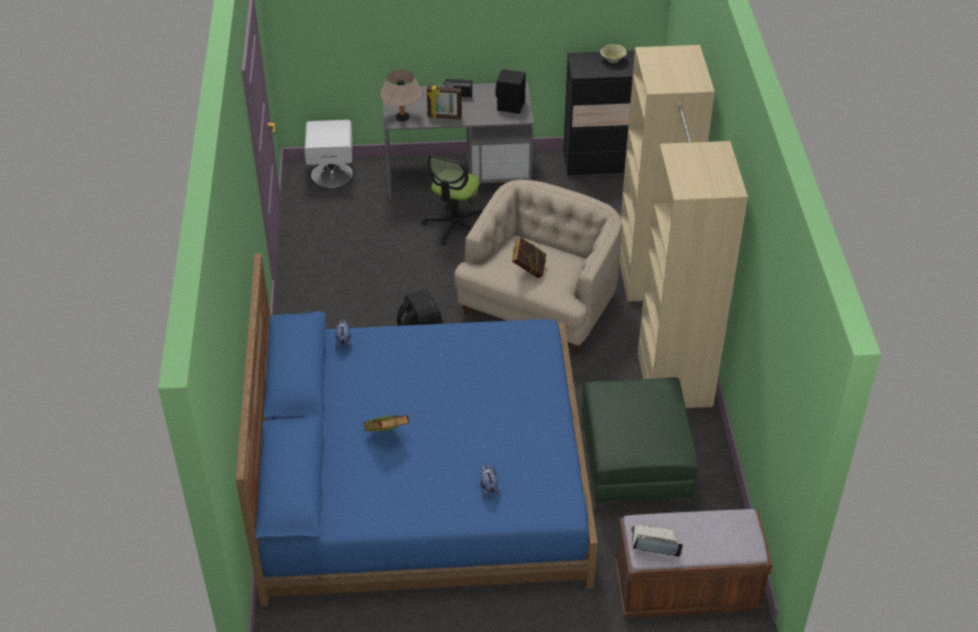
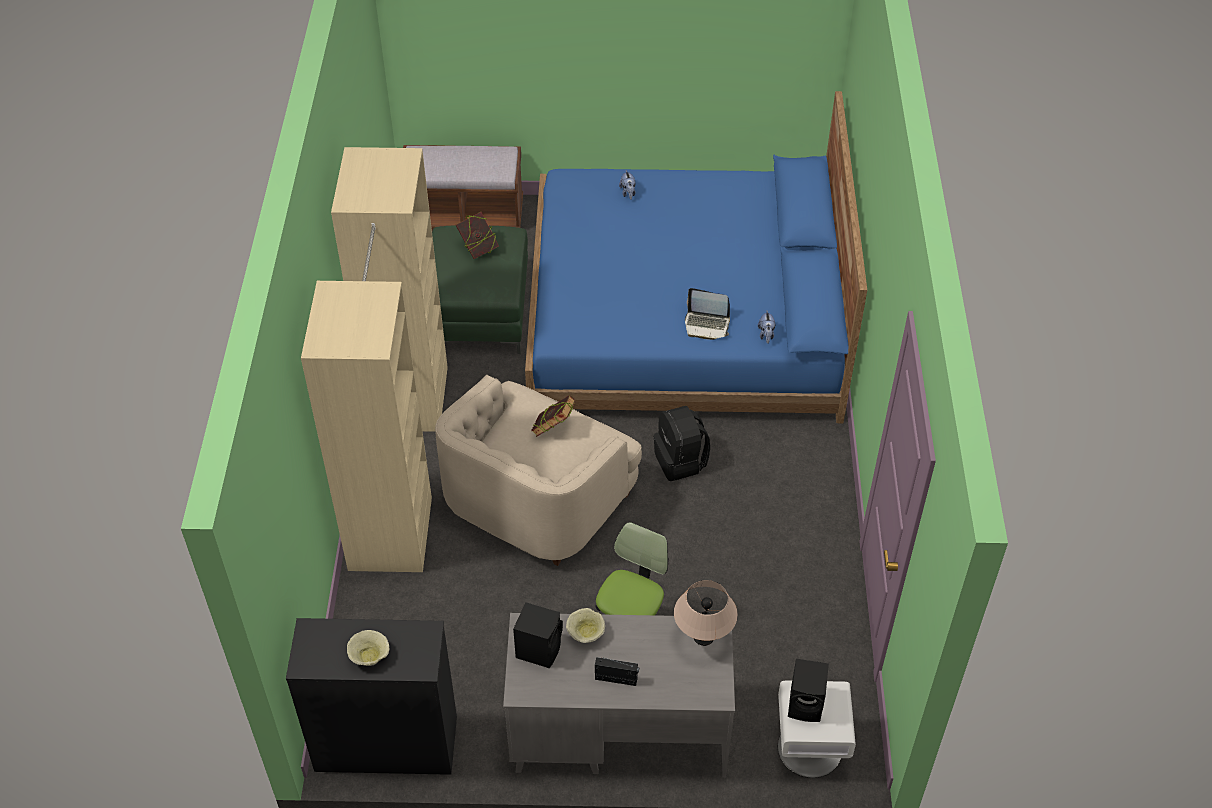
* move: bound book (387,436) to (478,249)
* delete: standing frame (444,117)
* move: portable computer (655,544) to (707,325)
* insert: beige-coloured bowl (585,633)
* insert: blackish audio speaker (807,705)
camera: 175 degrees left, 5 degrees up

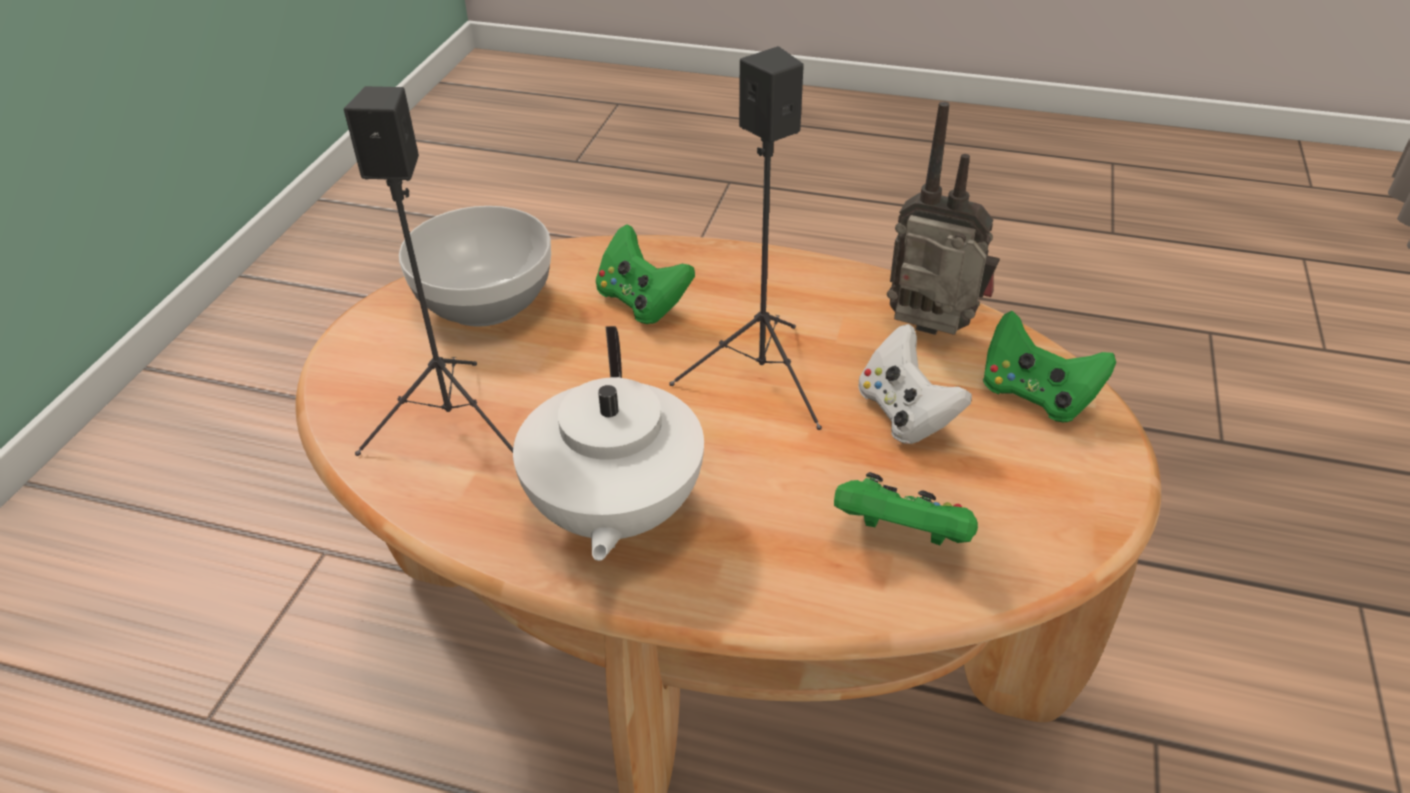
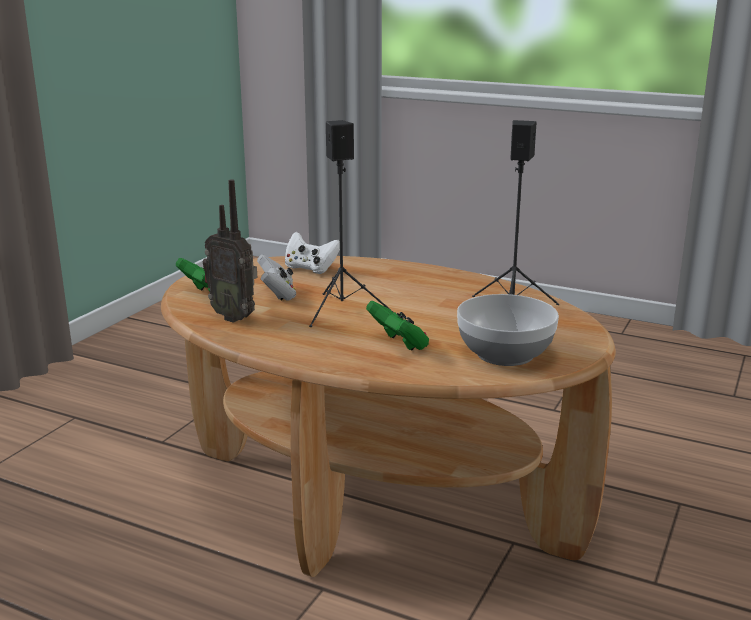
* delete: white teapot (613,513)
* recolor: greenish gamepad (902,537) to white gamepad (310,269)
camera: 170 degrees left, 20 degrees down

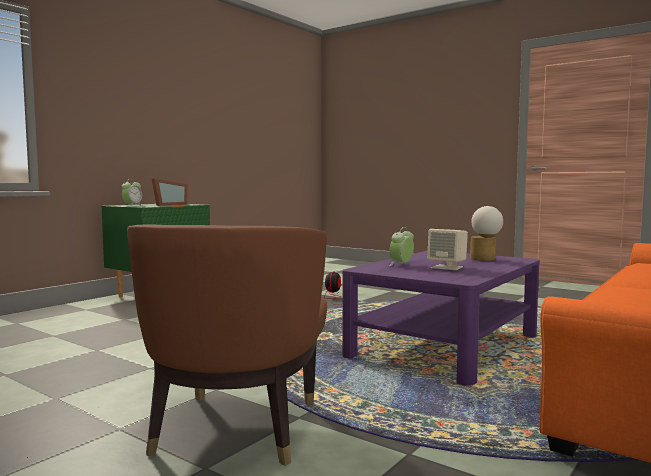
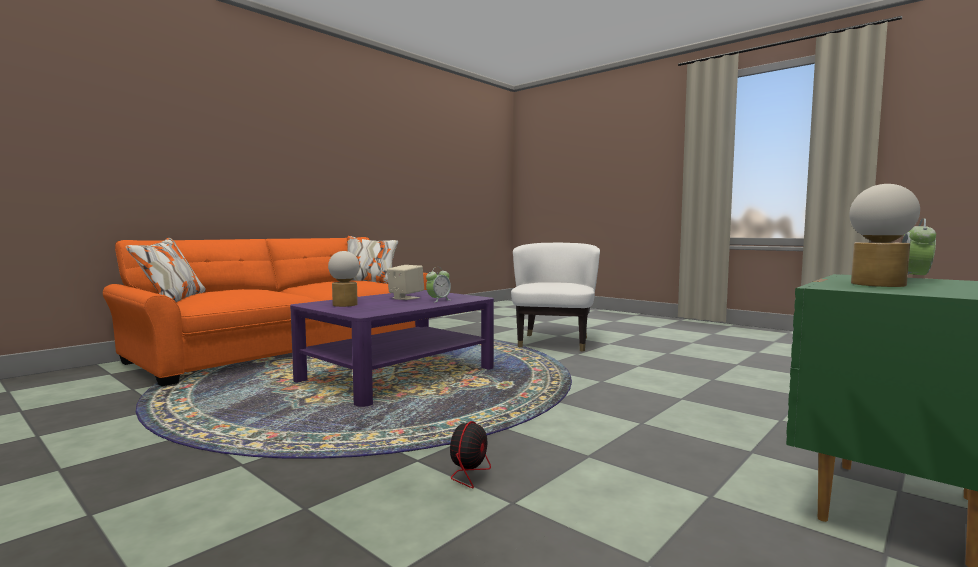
* recolor: brownish easy chair (235,429) to white easy chair (554,342)
* replace: standing frame (168,205) to table lamp (879,284)
camera: 175 degrees left, 0 degrees up

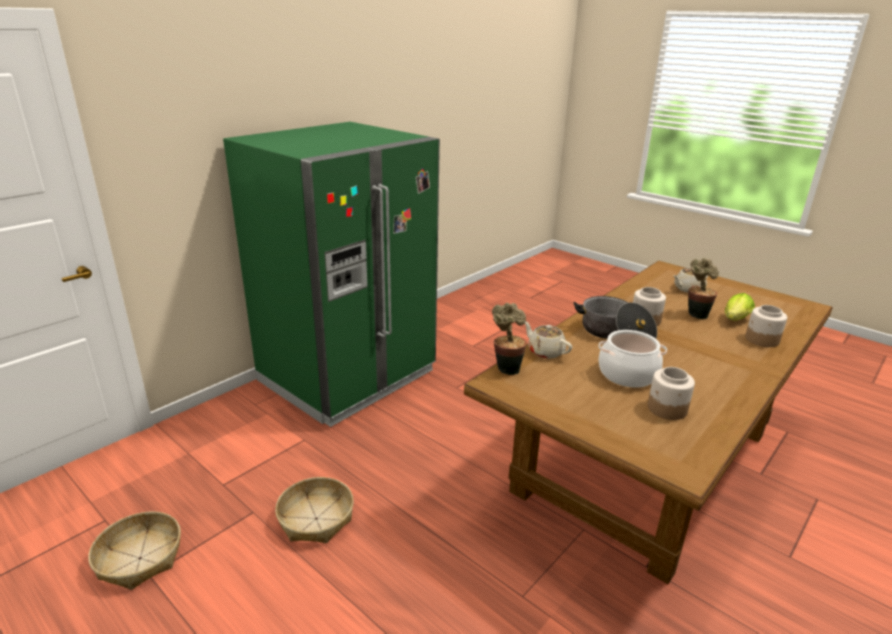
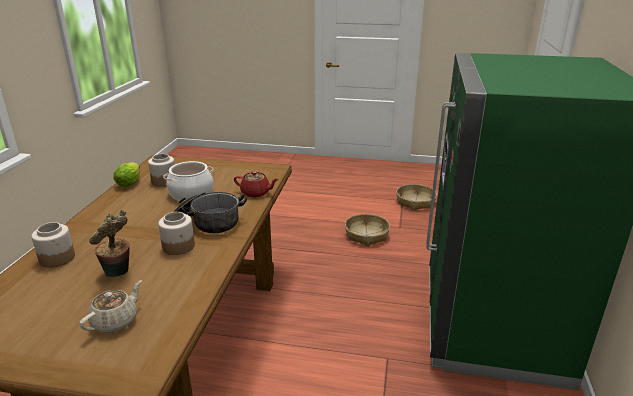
* delete: potted plant (506,368)
* recolor: beige-coloured teapot (545,351) to reddish teapot (256,193)
* move: lettuce (734,320) to (130,183)
camera: 150 degrees right, 0 degrees up

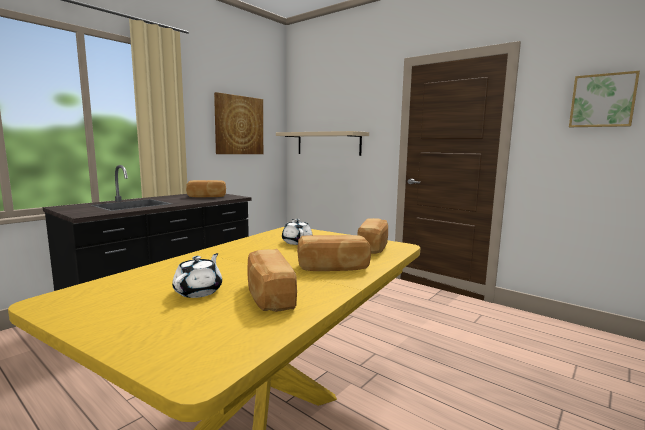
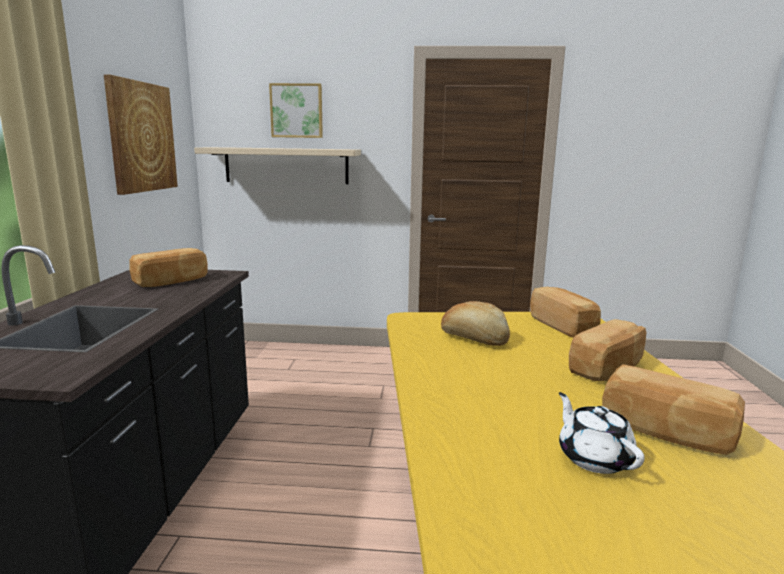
* replace: white teapot (297,242) to baked bread (474,339)
* move: picture (602,101) to (297,111)
camera: 35 degrees left, 5 degrees up

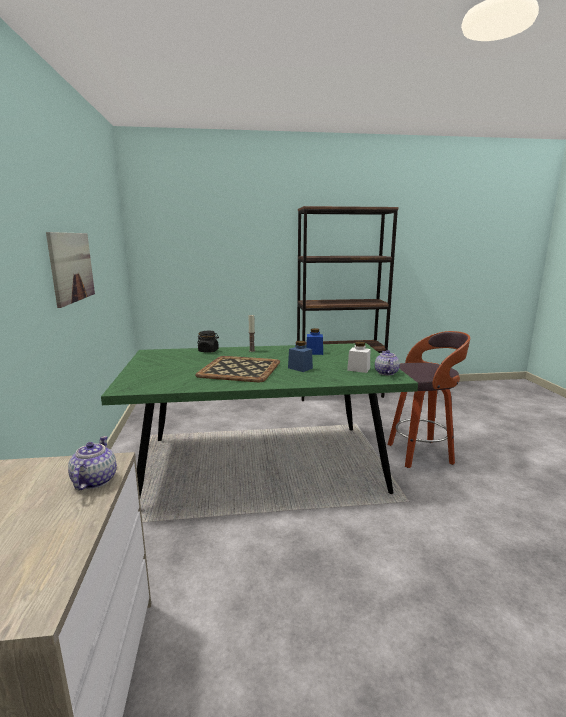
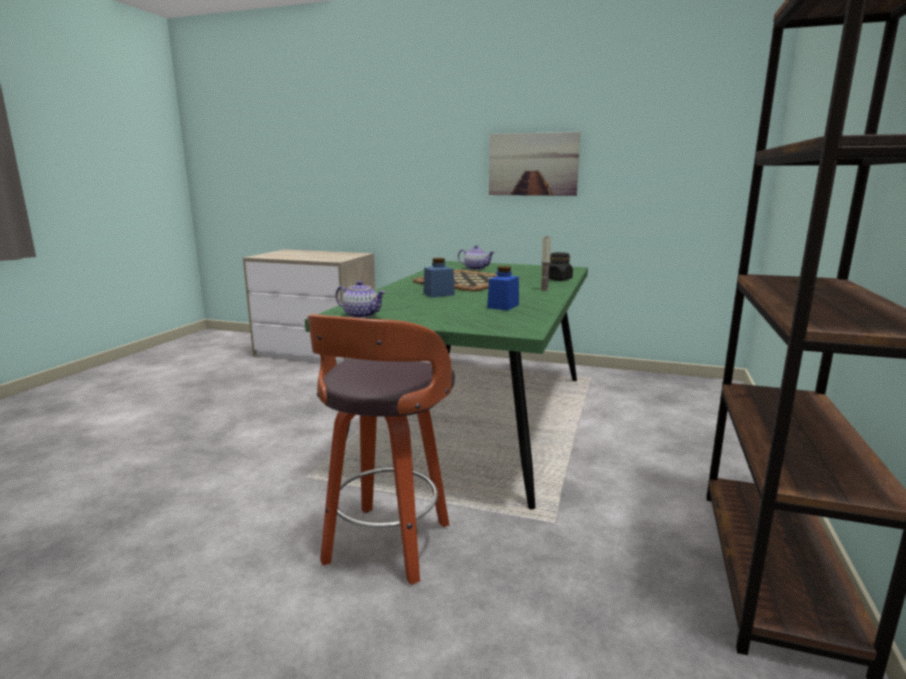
* move: teapot (94,481) to (475,268)
* delete: white preserve jar (358,369)
camera: 115 degrees right, 0 degrees up

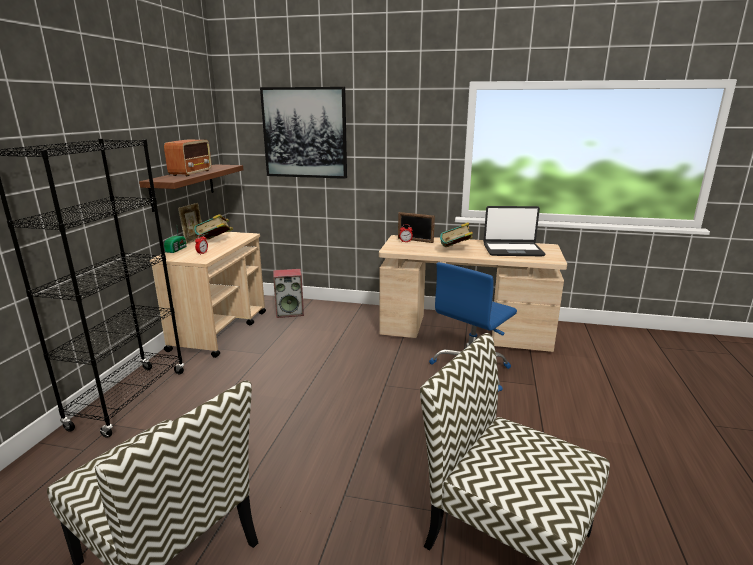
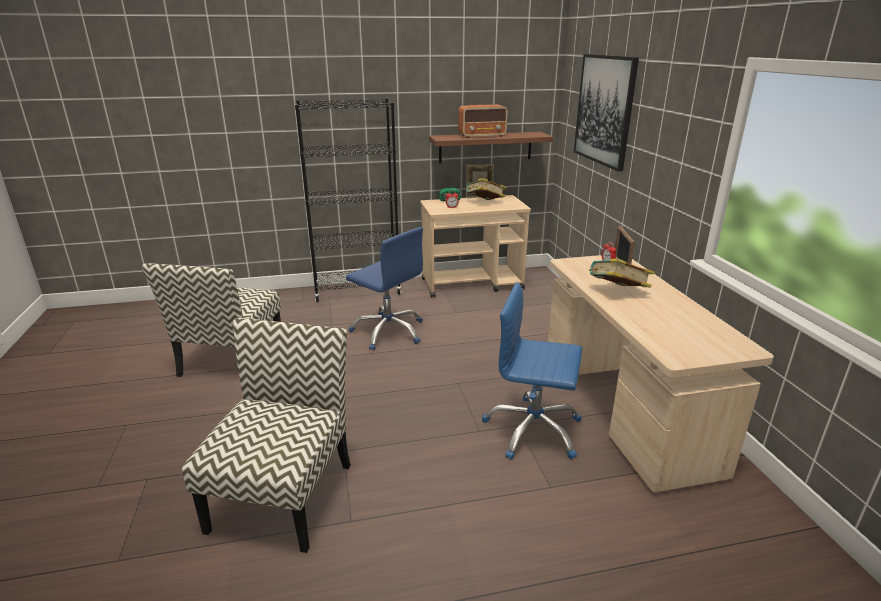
* delete: audio speaker (290,312)
* delete: portable computer (512,250)
* insert: blue office chair (388,331)
camera: 65 degrees right, 5 degrees up

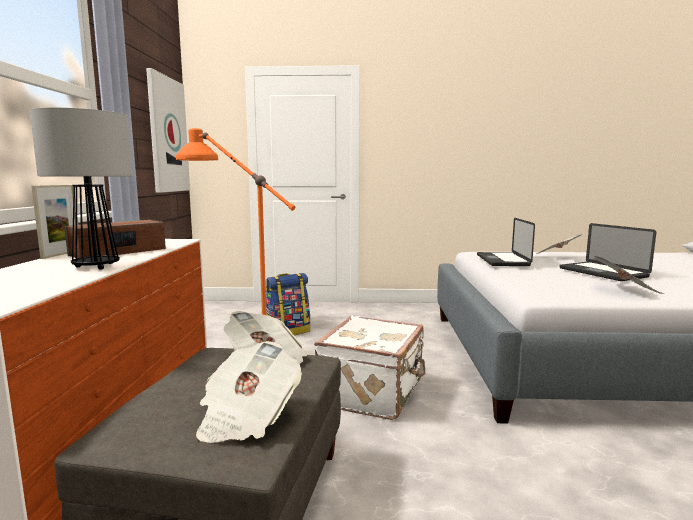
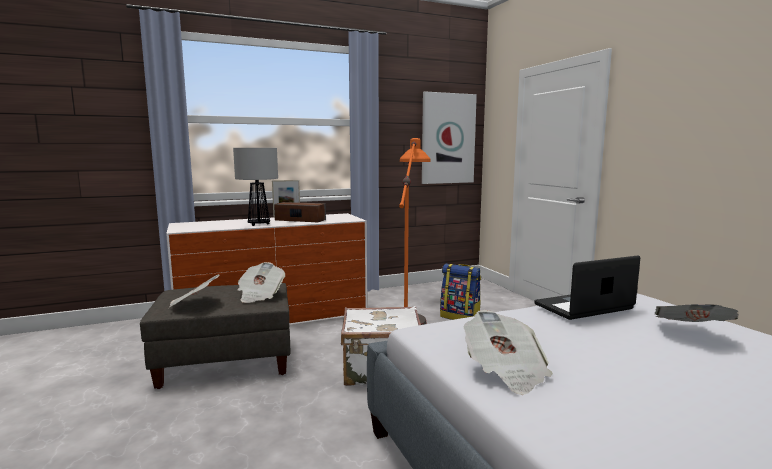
* delete: portable computer (602,272)
camera: 65 degrees right, 0 degrees up

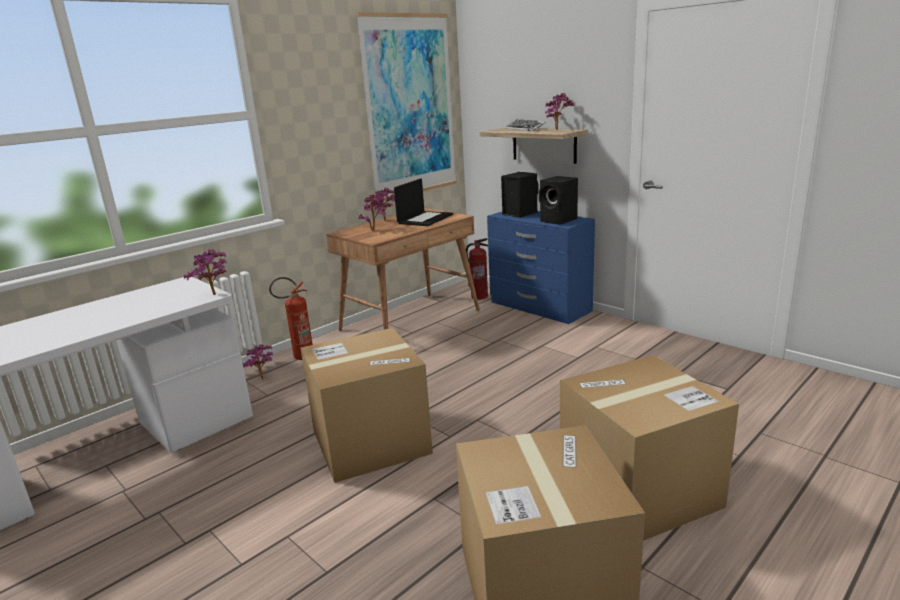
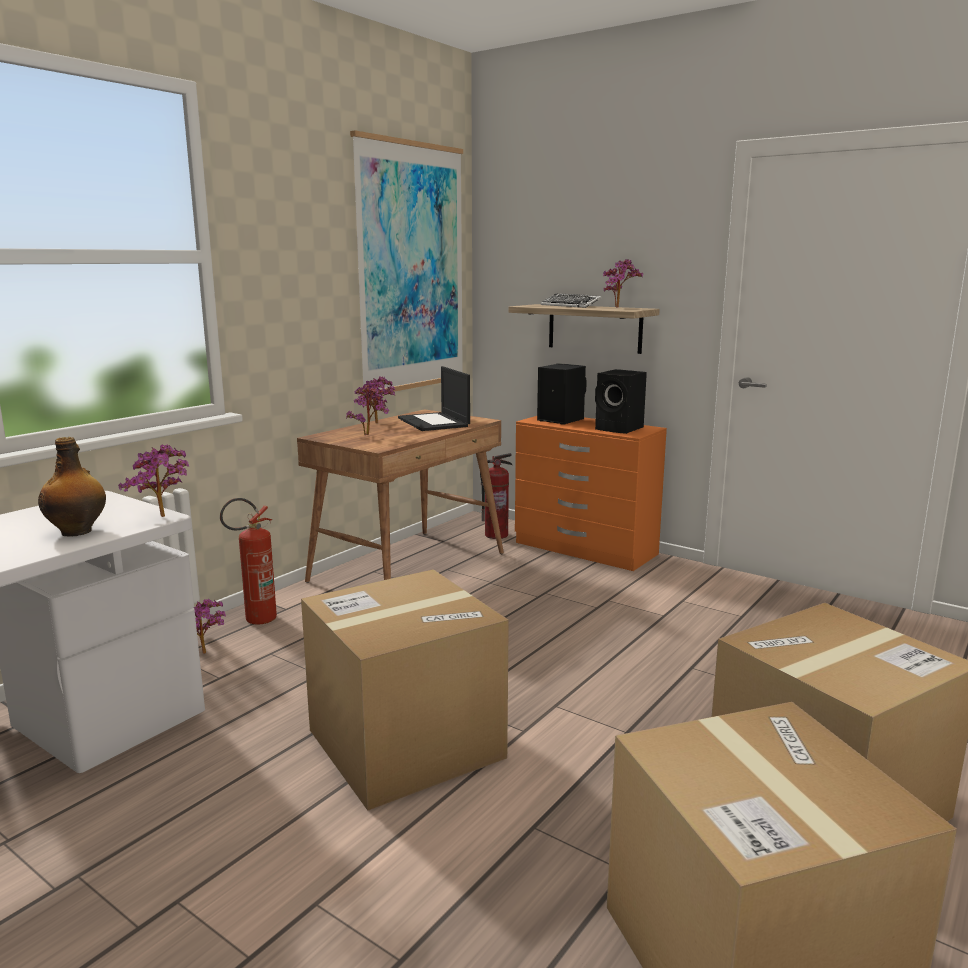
* rotate: portable computer (425,219) = (434,422) 135 degrees clockwise
* recolor: blue dresser (540,307) to orange dresser (585,549)
* insert: bottle (78,531)
camera: 10 degrees left, 5 degrees down

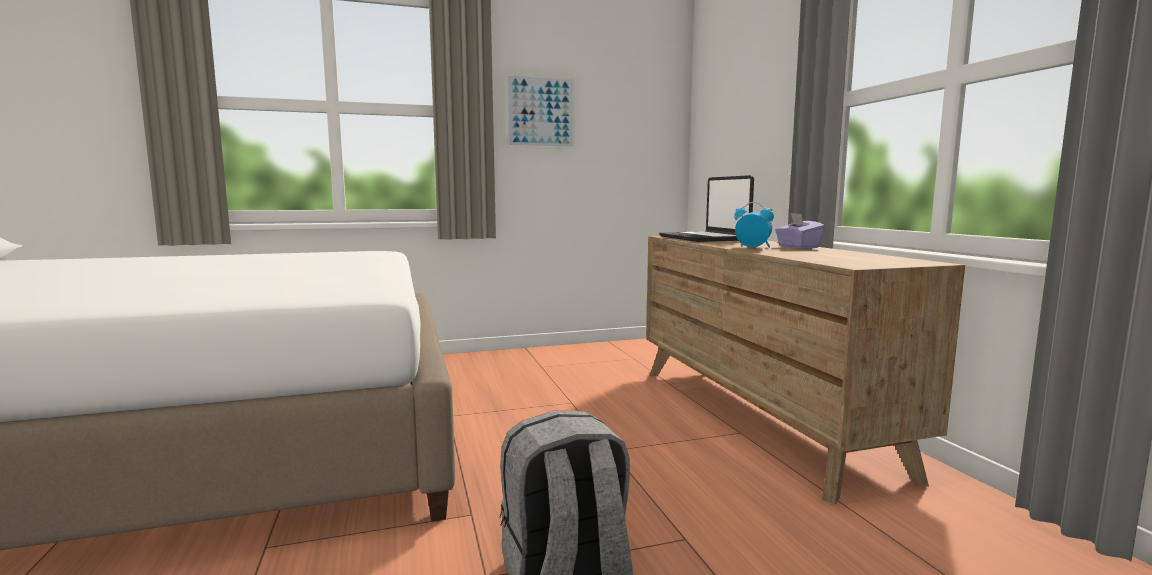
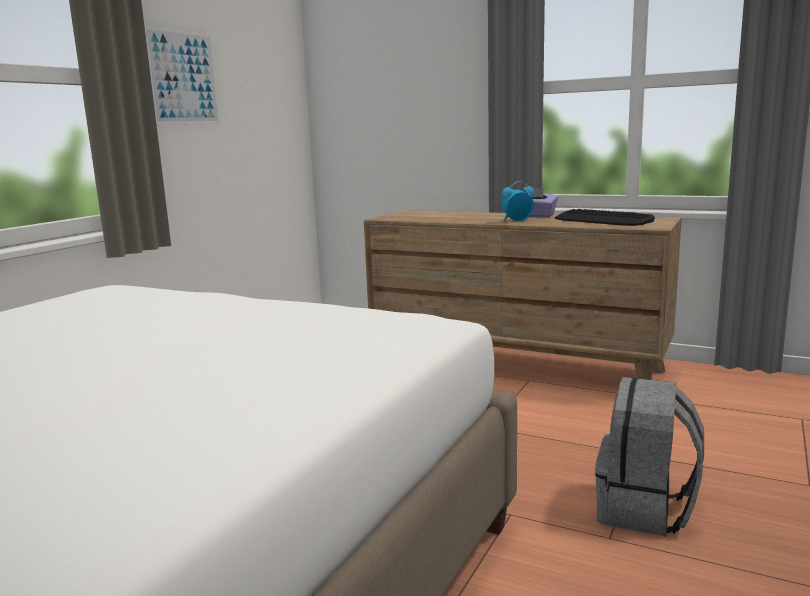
* delete: portable computer (704,238)
* insert: computer keyboard (603,220)
camera: 45 degrees left, 5 degrees up

